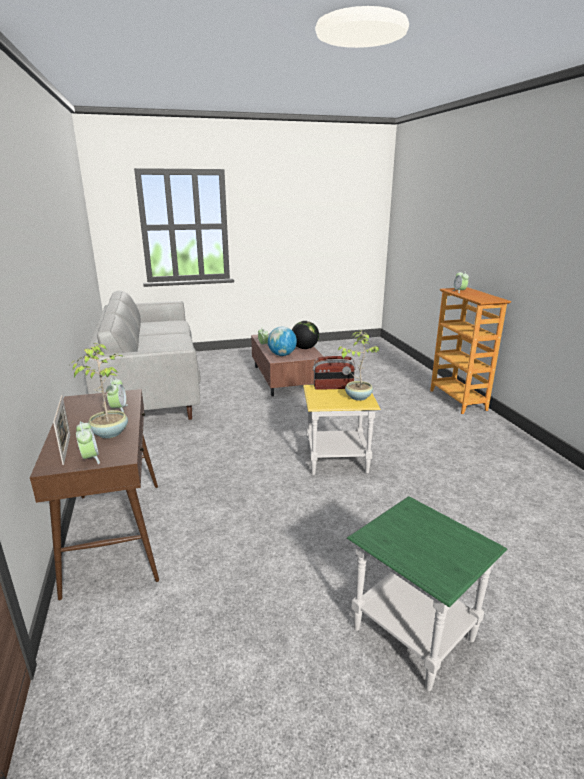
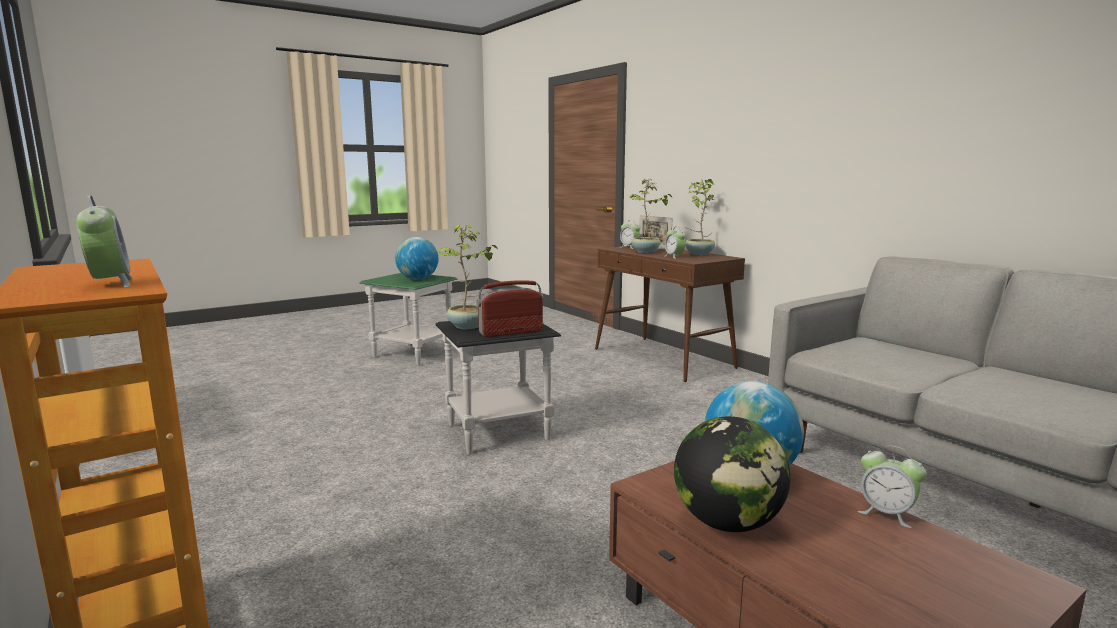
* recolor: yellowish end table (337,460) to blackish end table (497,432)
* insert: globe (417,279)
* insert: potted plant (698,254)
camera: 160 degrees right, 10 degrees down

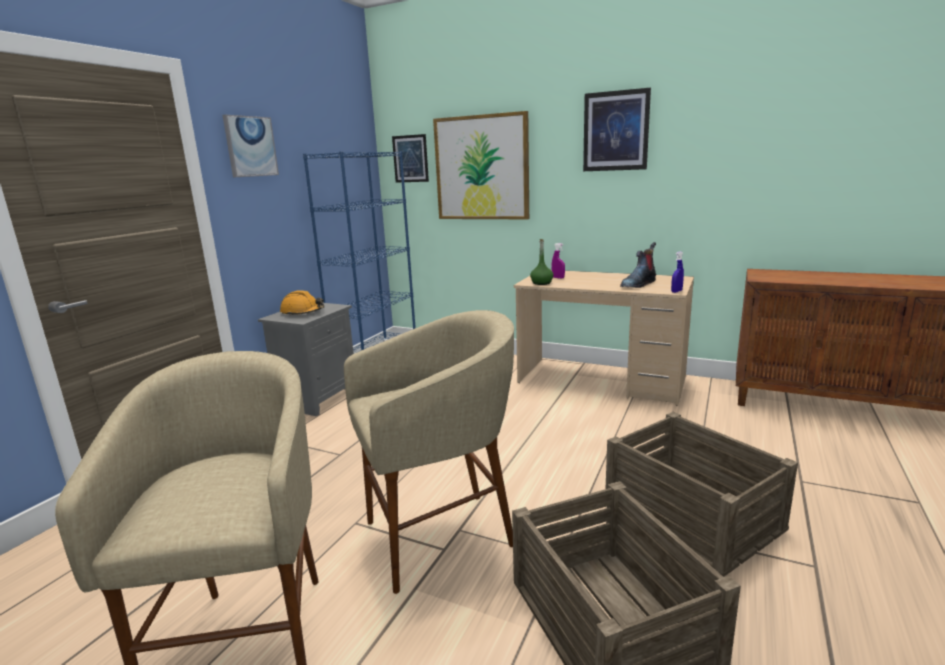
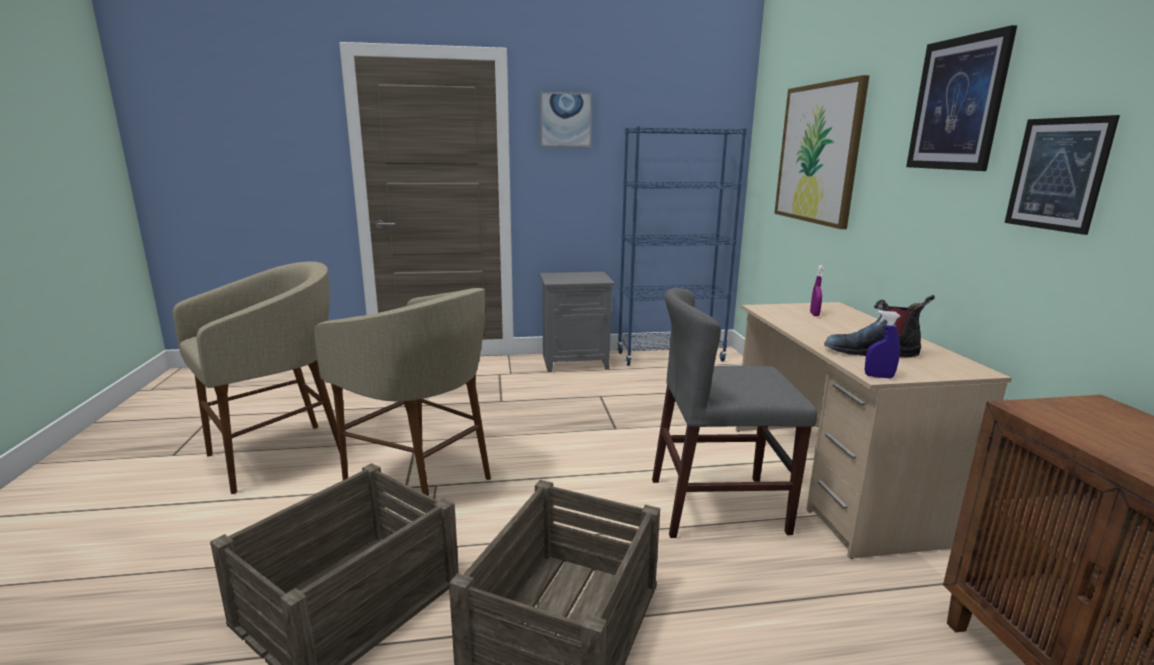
* delete: orange safety helmet (302,312)
* move: picture (410,158) to (1057,174)
* delete: greenish bottle (541,283)
* insert: greyish upright chair (718,505)
camera: 55 degrees right, 0 degrees up

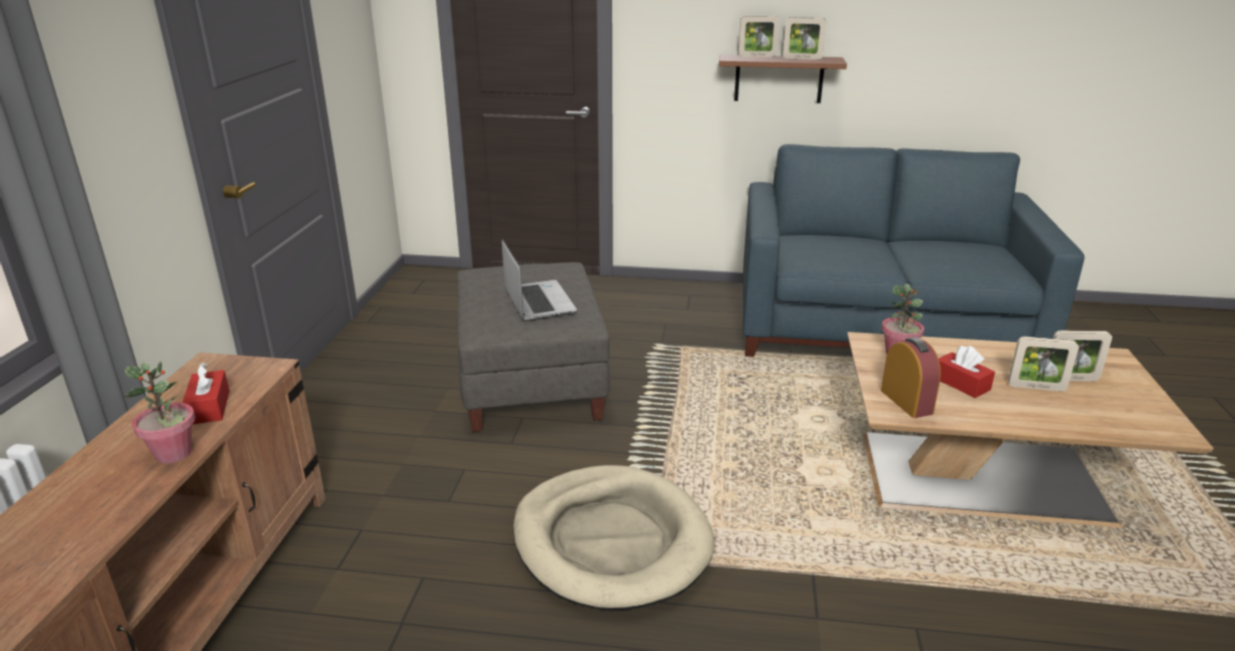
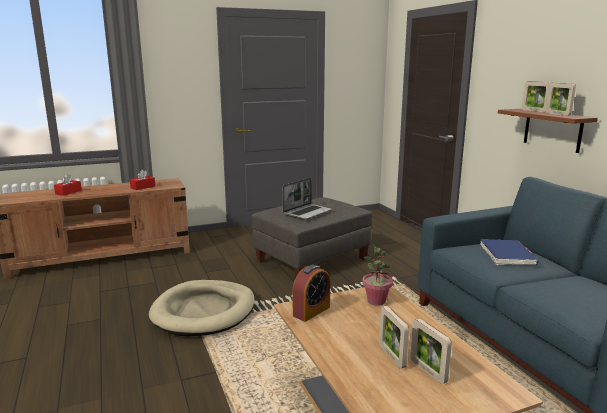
* delete: potted plant (174,454)
* move: reddish tissue box (961,383) to (68,192)
* insert: blue bound book (507,255)
camera: 60 degrees right, 10 degrees down

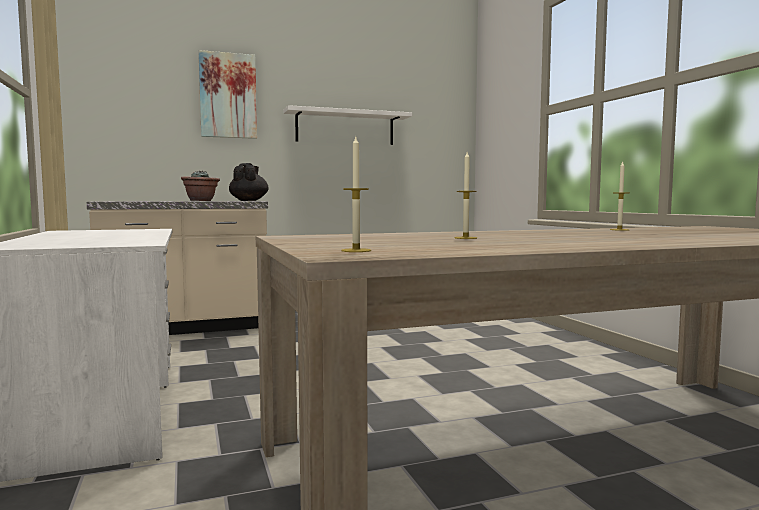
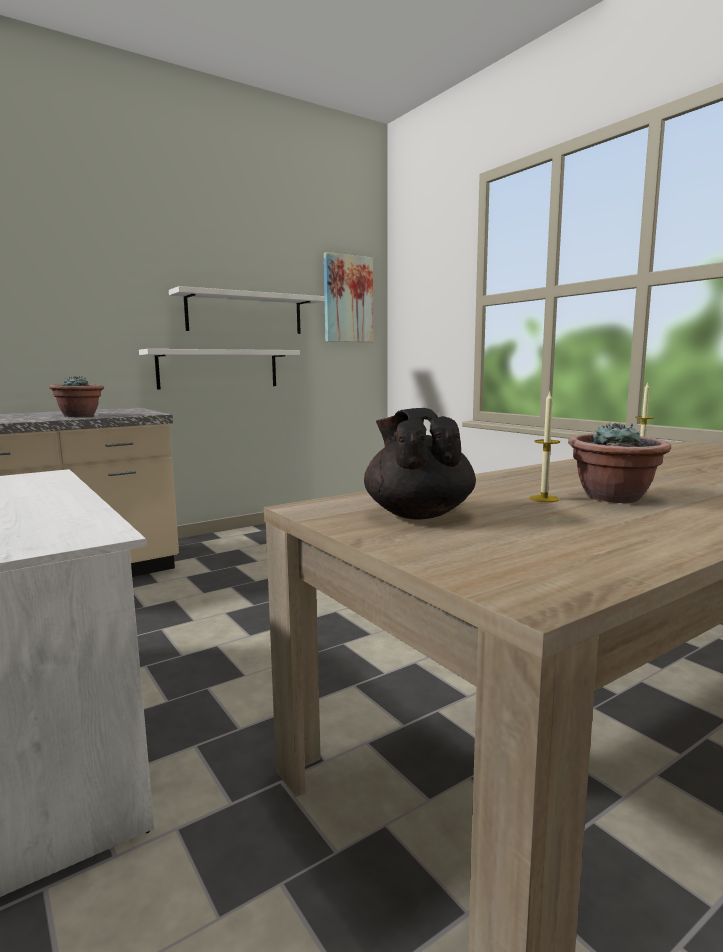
* move: picture (228,96) to (347,299)
* move: blackish teapot (249,200) to (417,514)
* delete: wax light (356,250)
* insert: white wall shelf (218,369)
* insert: potted plant (614,497)
camera: 15 degrees left, 5 degrees up

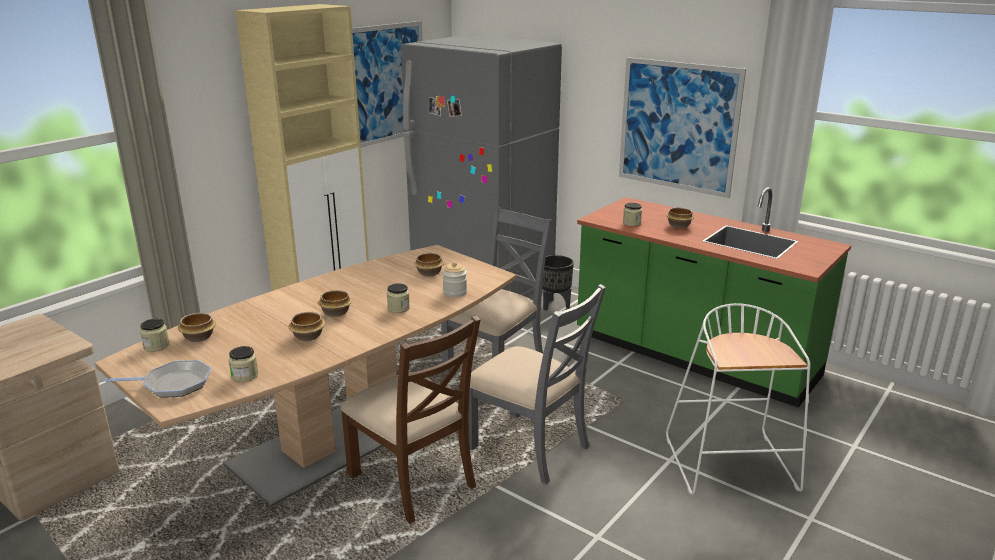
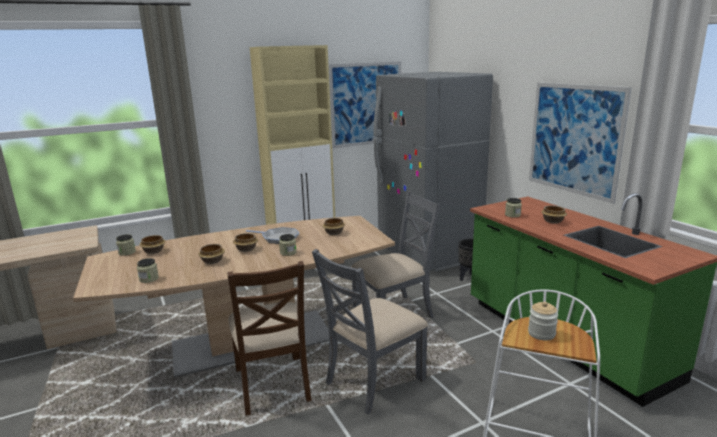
* move: pan (174,384) to (278,238)
* move: preserve jar (455,292) to (541,333)
* rotate: greyish upright chair (529,447) = (373,381) 75 degrees clockwise
camera: 25 degrees right, 5 degrees down

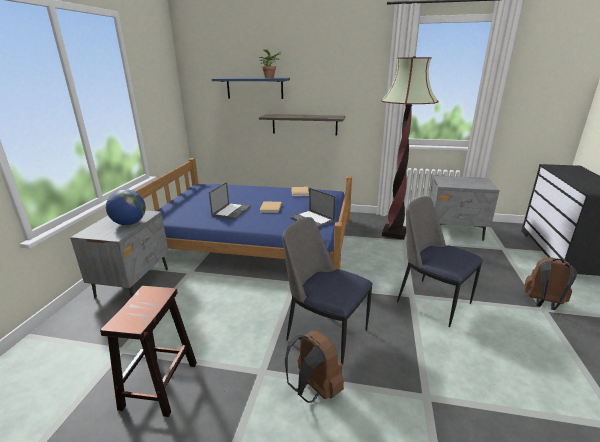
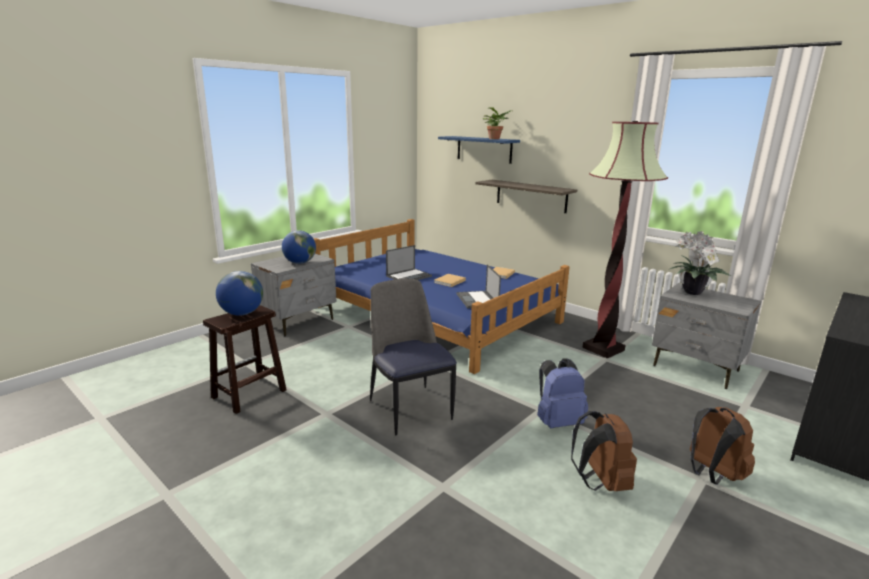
* move: brownish backpack (314,390) to (600,482)
* replace: upright chair (431,301) to blue backpack (558,422)
* insert: globe (242,313)
* insert: potted plant (692,293)
camera: 30 degrees right, 5 degrees down

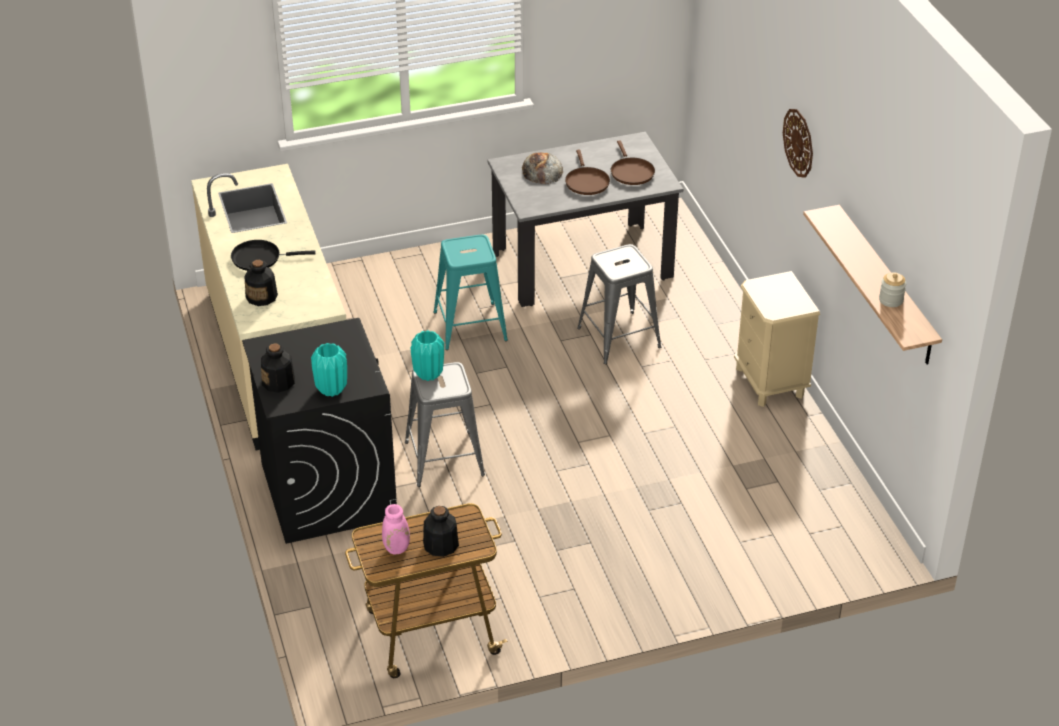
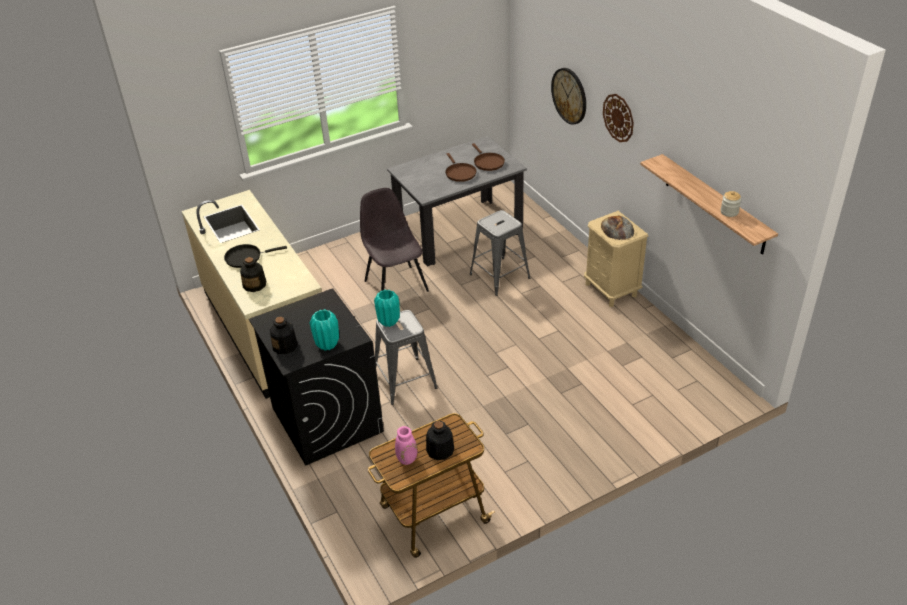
* replace: blue-green stool (470,326) to greyish upright chair (395,285)
* move: baked bread (542,170) to (617,229)
* insert: wall clock (569,95)
camera: 10 degrees left, 0 degrees up

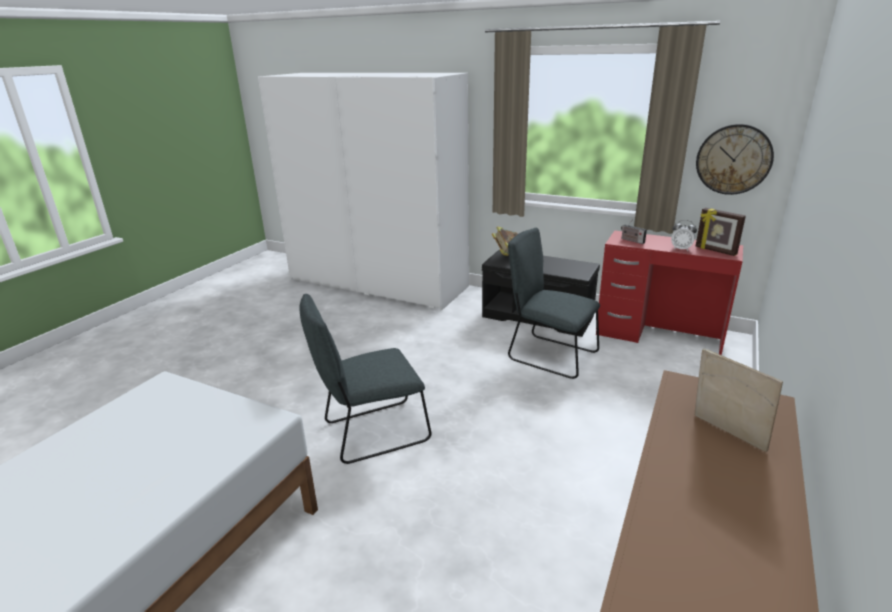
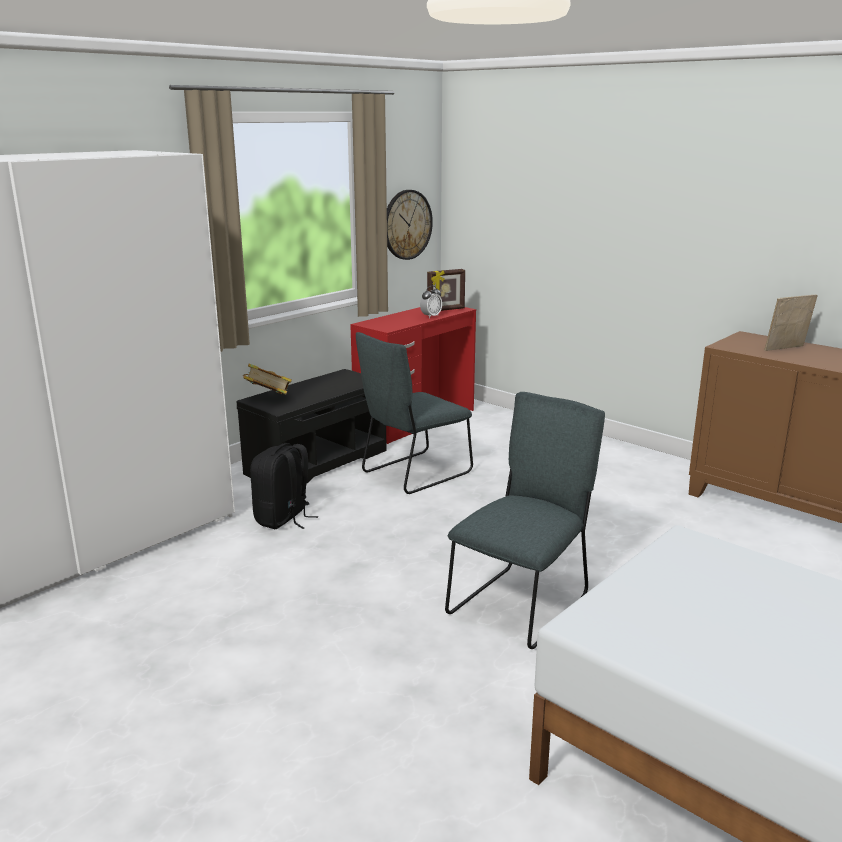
* rotate: greyish upright chair (371,433) = (522,603) 135 degrees counterclockwise
* delete: radio (631,240)
* insert: blackish backpack (283,519)
camera: 75 degrees left, 5 degrees down

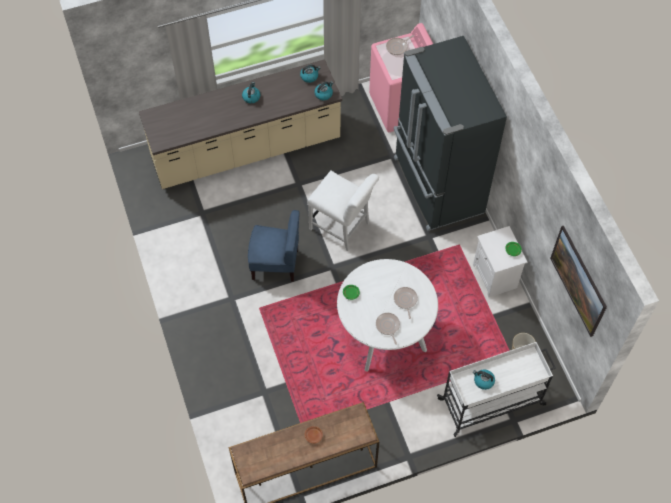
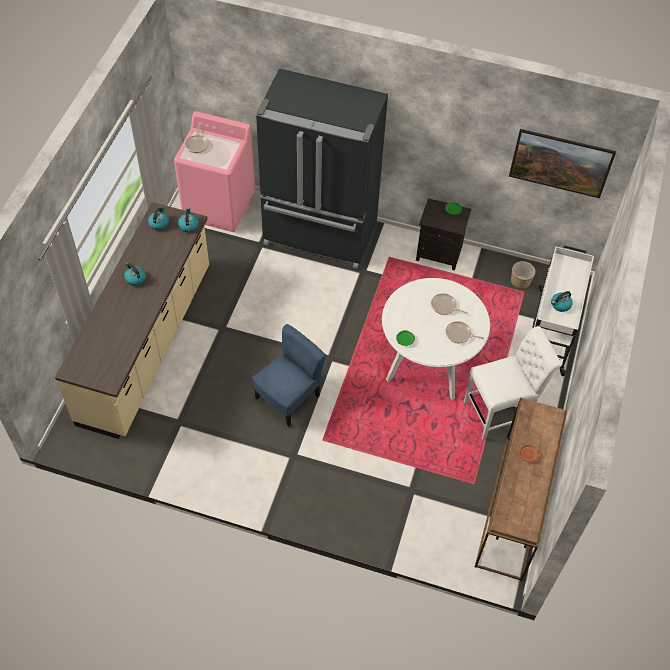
* move: white upright chair (342,228) to (501,412)
* recolor: white night table (496,276) to blackish night table (439,253)
camera: 55 degrees left, 5 degrees down

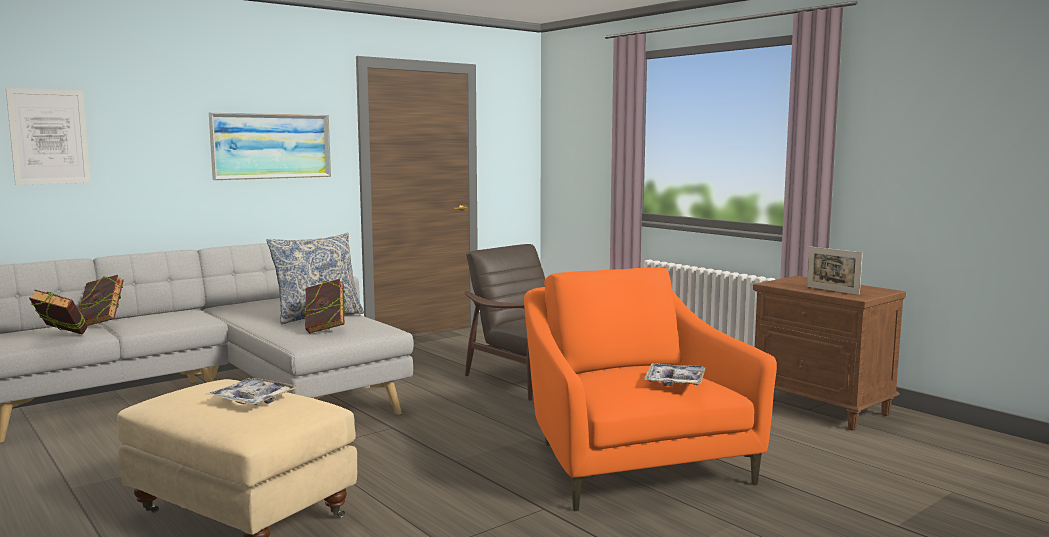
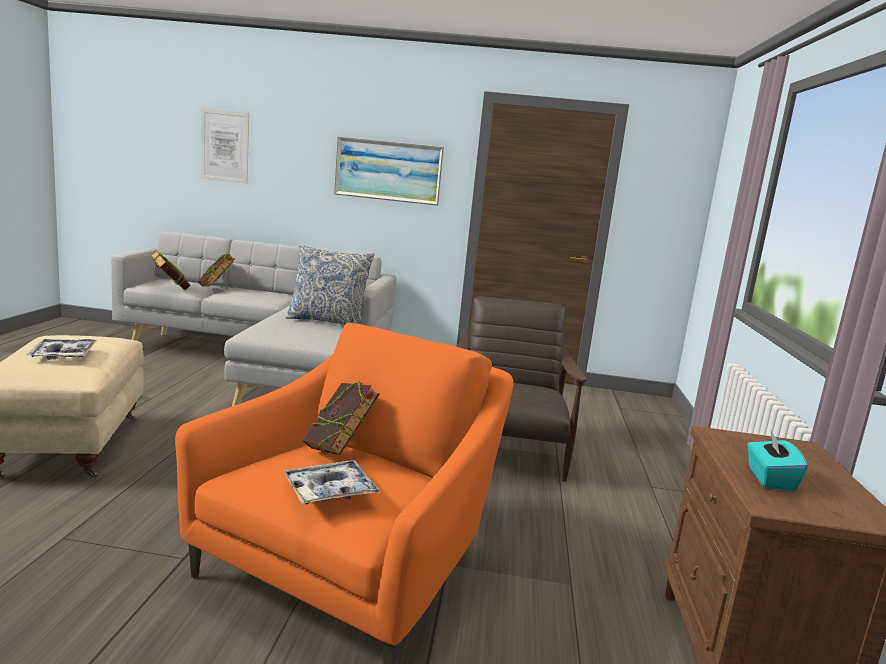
* move: bound book (325,330) to (338,450)
* replace: standing frame (832,290) to blue-green tissue box (769,479)
camera: 45 degrees right, 5 degrees up

